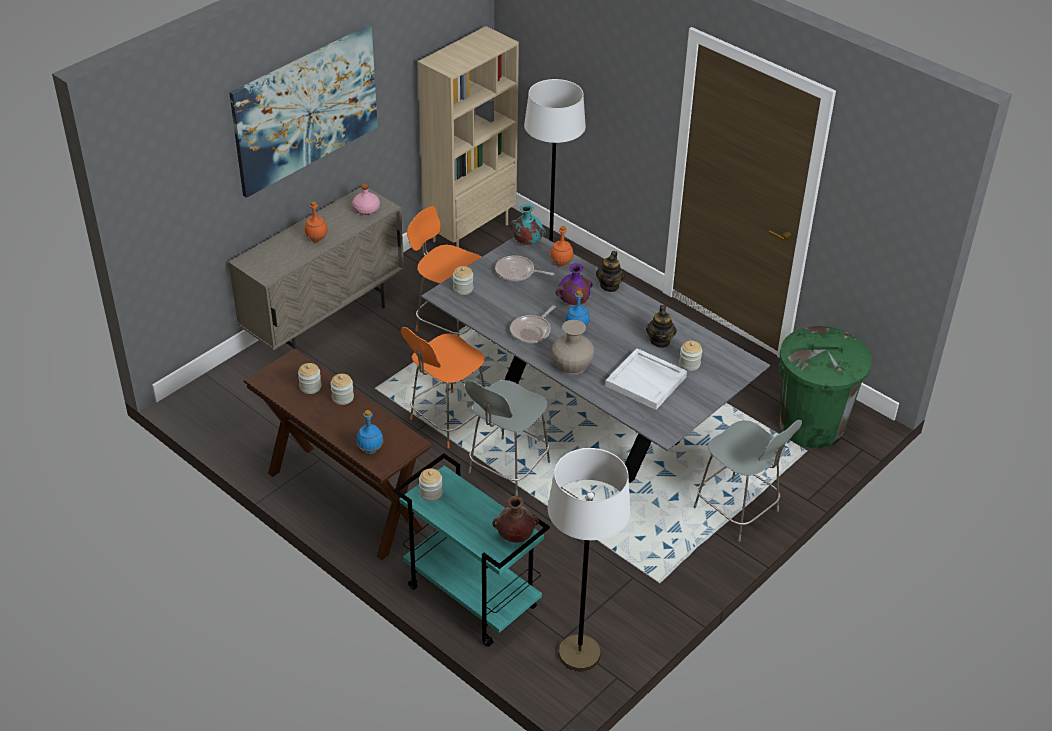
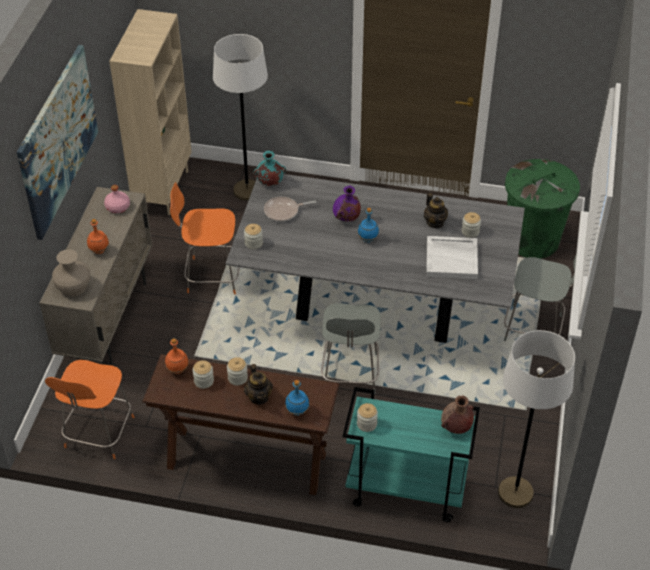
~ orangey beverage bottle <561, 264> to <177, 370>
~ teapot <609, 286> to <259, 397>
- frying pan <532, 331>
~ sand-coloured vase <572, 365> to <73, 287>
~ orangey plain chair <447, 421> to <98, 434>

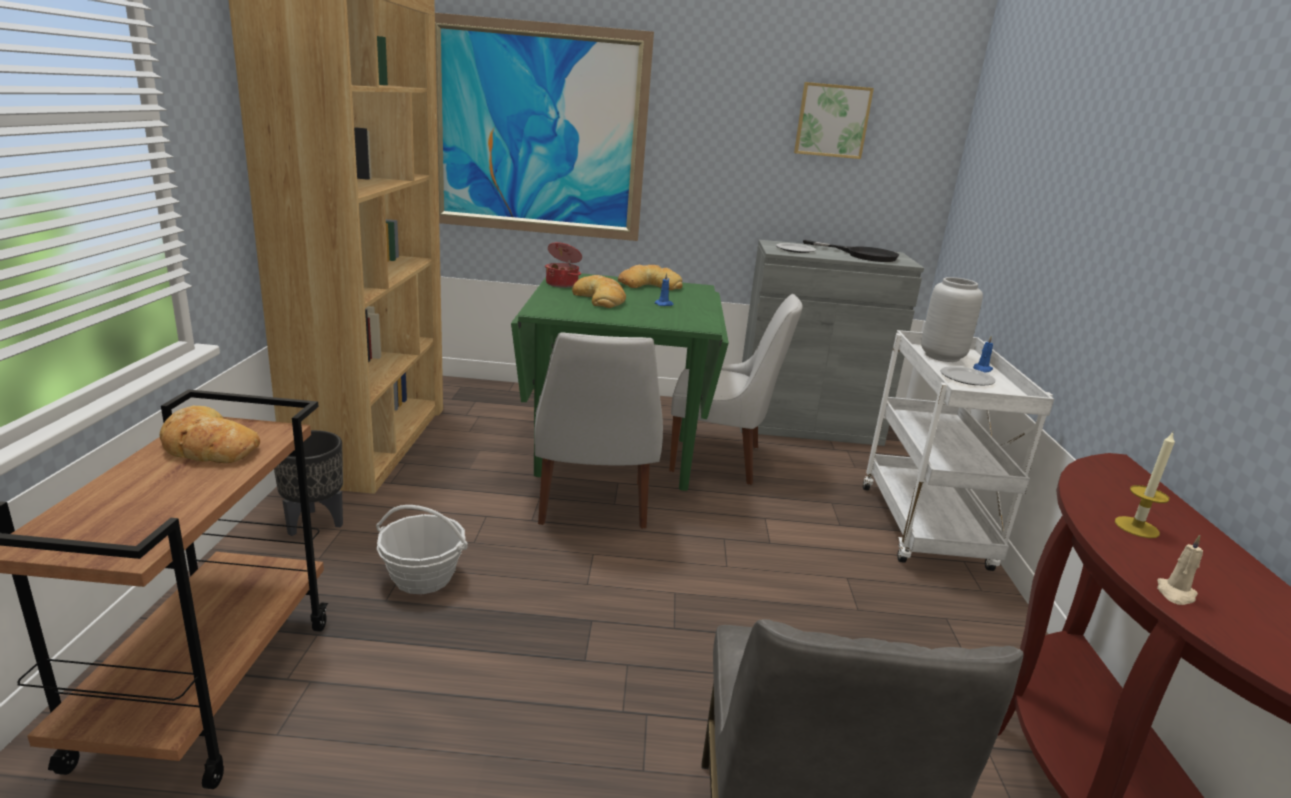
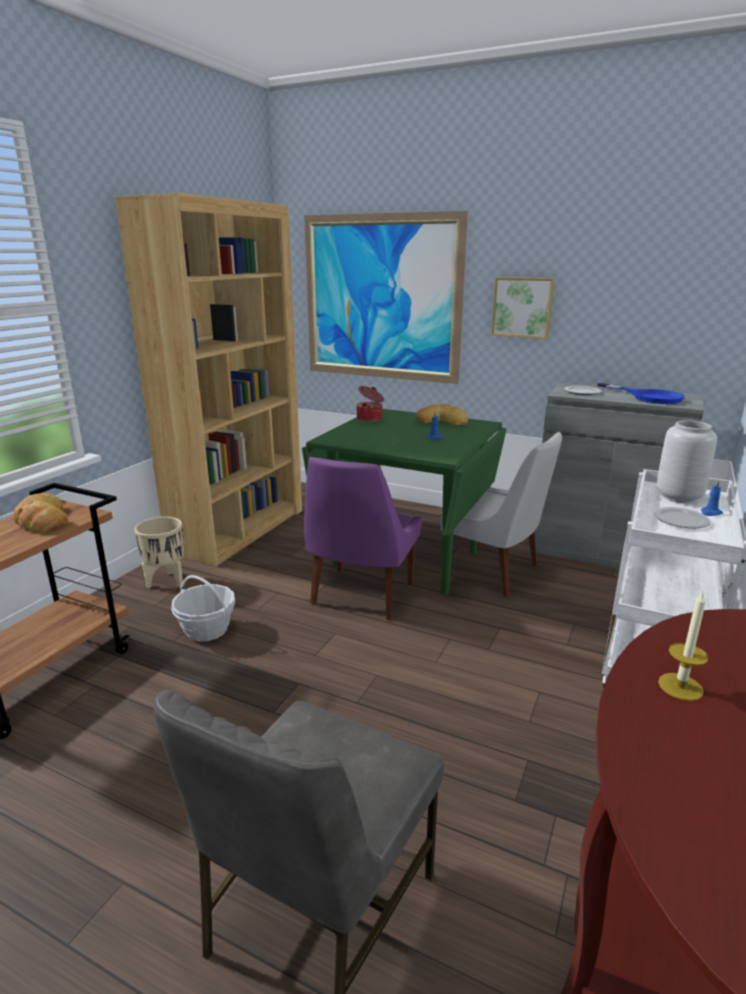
~ picture <832, 120> to <522, 307>
~ black-coloured frying pan <862, 255> to blue frying pan <649, 397>
- bread <600, 299>
~ whitish plain chair <592, 505> to purple-coloured plain chair <361, 596>
~ black-coloured flower pot <314, 523> to sand-coloured flower pot <166, 581>
- sand-coloured wax candle <1175, 594>

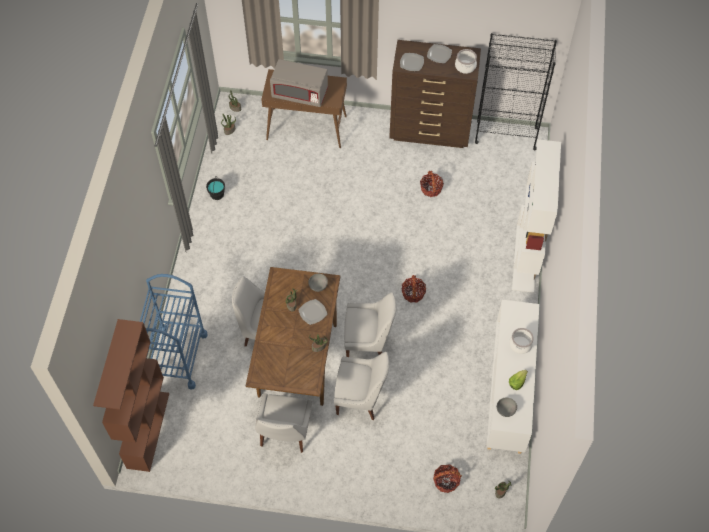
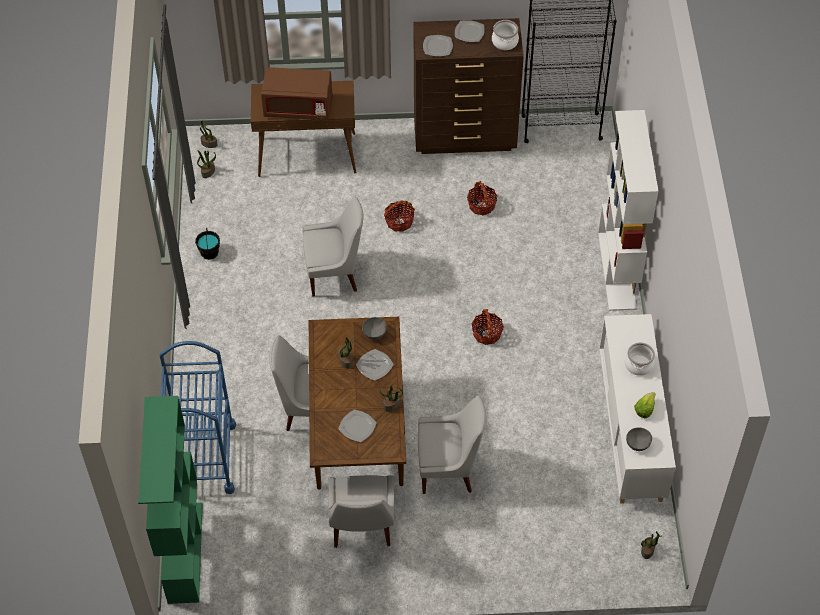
~ gray microwave <300, 93> to brown microwave <298, 108>
~ whitish plain chair <368, 343> to <335, 274>
~ brown bookcase <147, 429> to green bookcase <184, 552>
~ basket <446, 481> to <399, 222>
+ flat dish <357, 426>

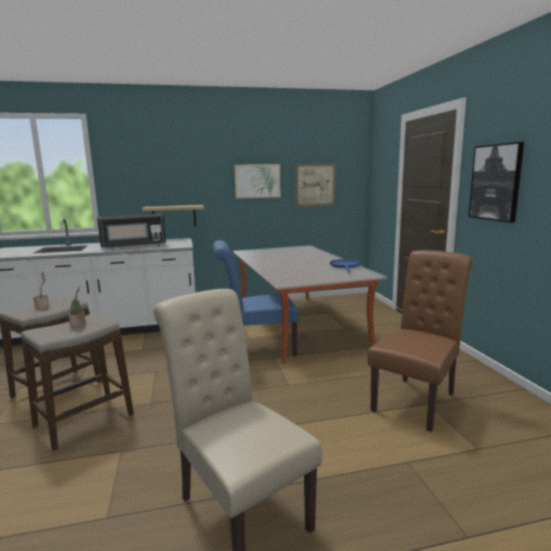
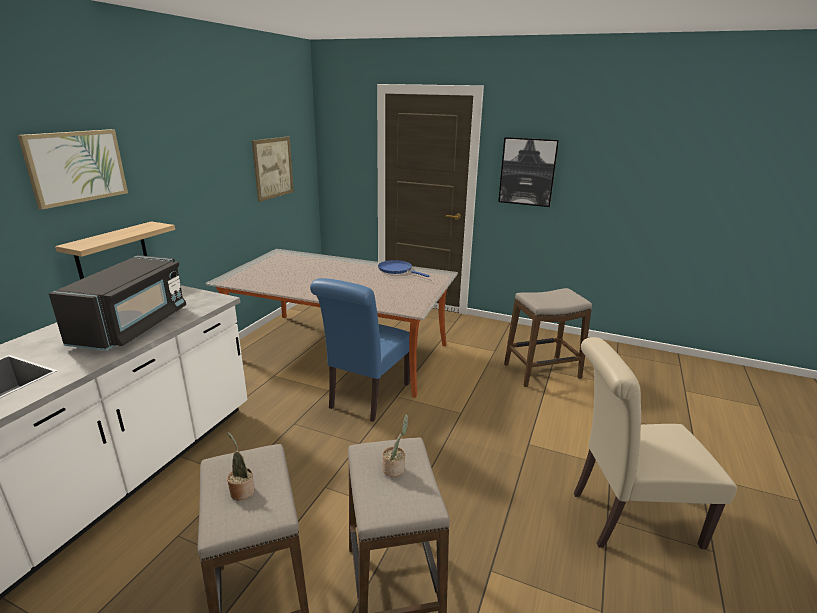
~ picture <257, 181> to <76, 167>
~ brown plain chair <417, 399> to stool seat <541, 371>

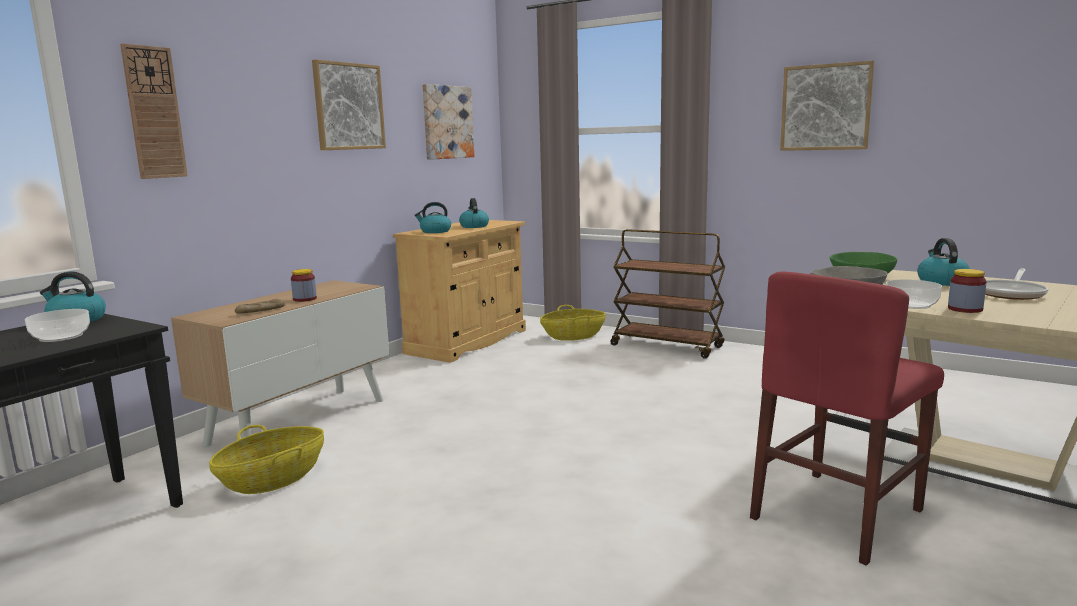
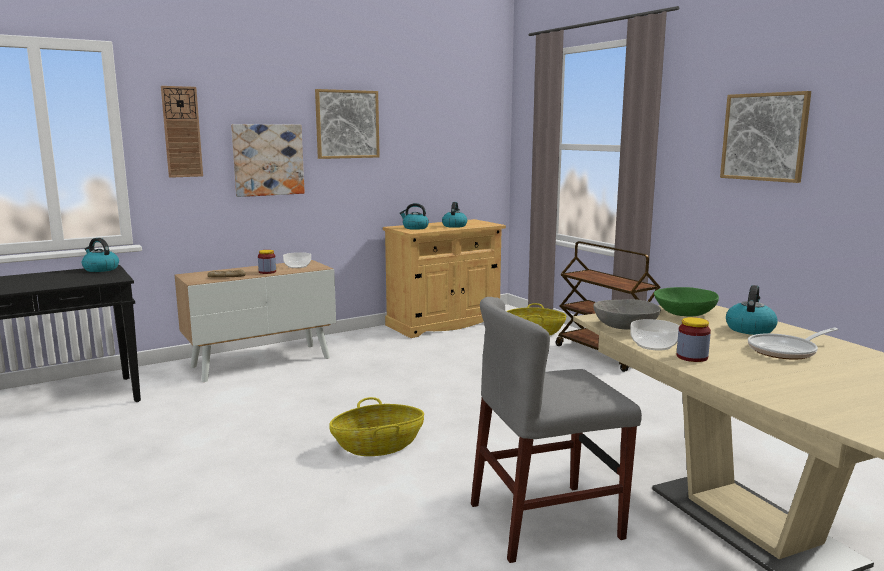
~ picture <447, 122> to <268, 160>
~ red plain chair <837, 514> to gray plain chair <545, 521>
~ deep dish <60, 337> to <297, 266>
~ basket <273, 479> to <378, 446>

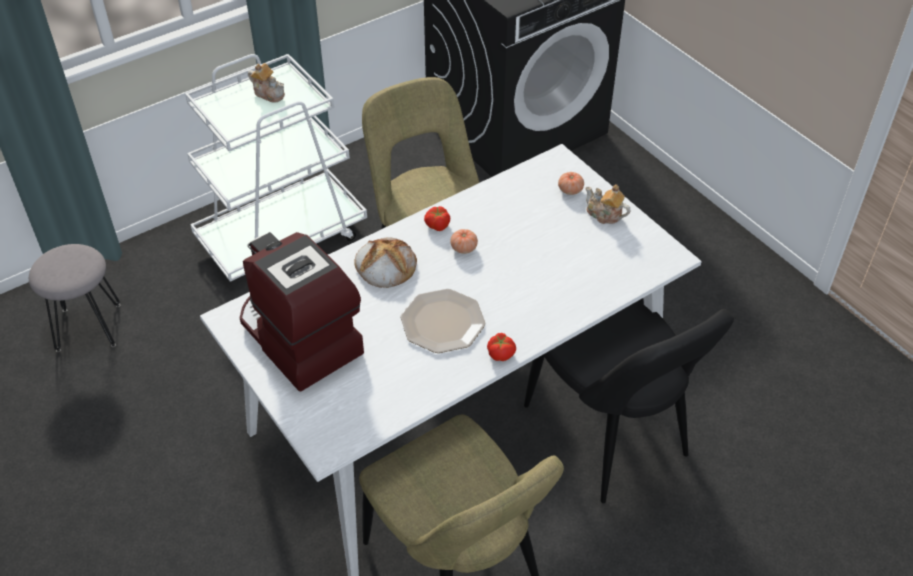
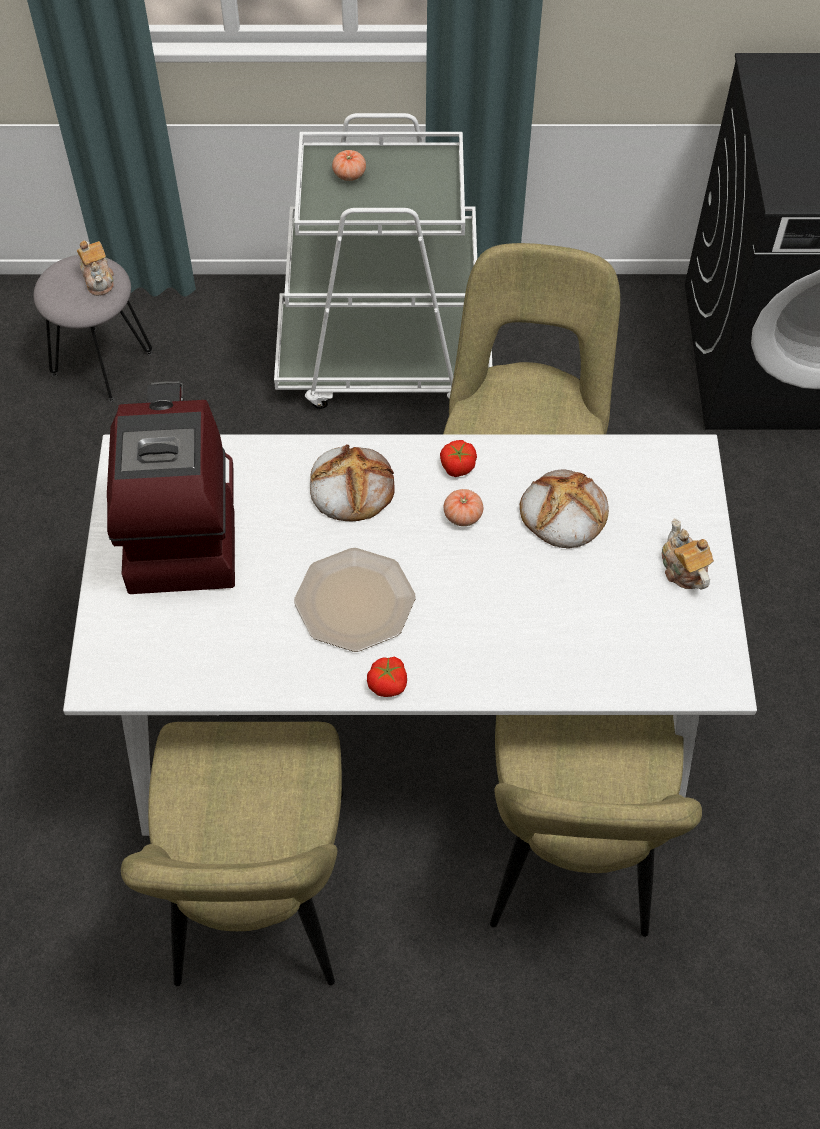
~ teapot <269, 93> to <98, 279>
~ fresh tomato <570, 190> to <349, 174>
~ black-coloured plain chair <610, 436> to sand-coloured plain chair <569, 849>
+ bread <562, 512>

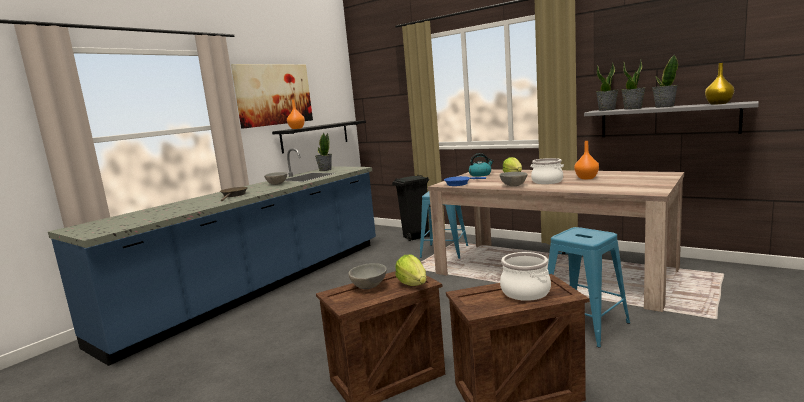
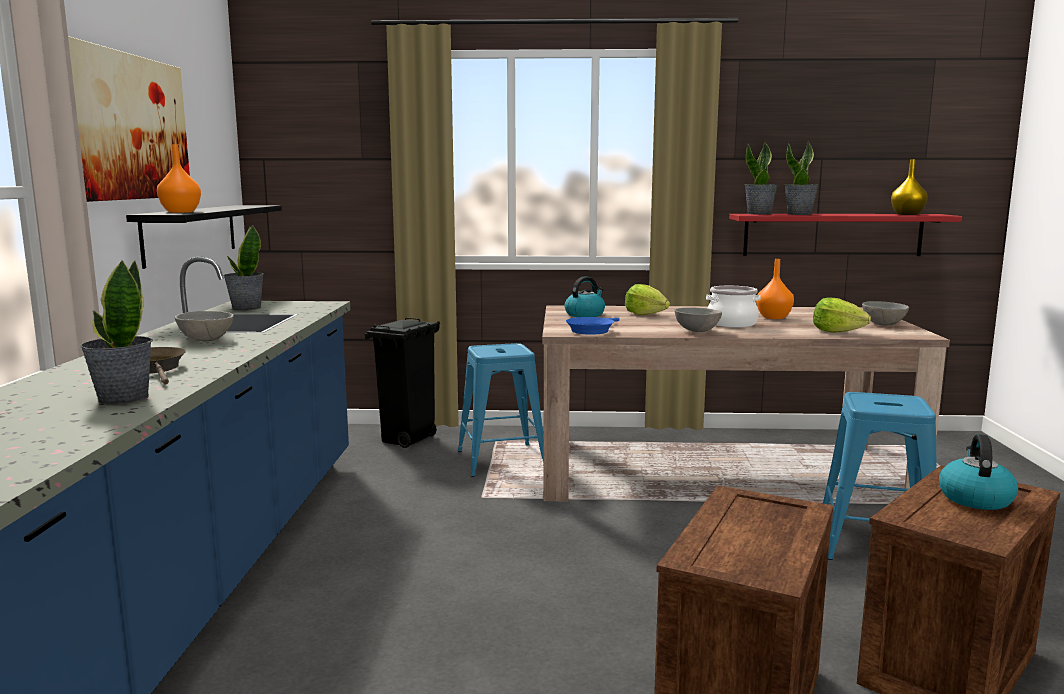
~ plant in a pot <664, 107> to <122, 398>
~ gray wall shelf <667, 121> to red wall shelf <832, 234>
~ cooking pot <525, 292> to water kettle <974, 498>
~ lettuce <413, 284> to <837, 331>
~ gray deep dish <369, 287> to <884, 324>

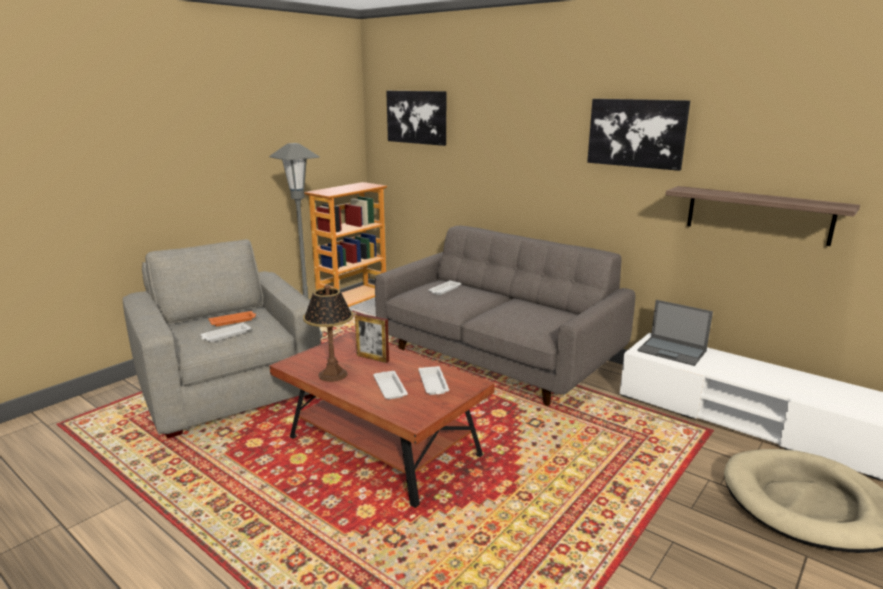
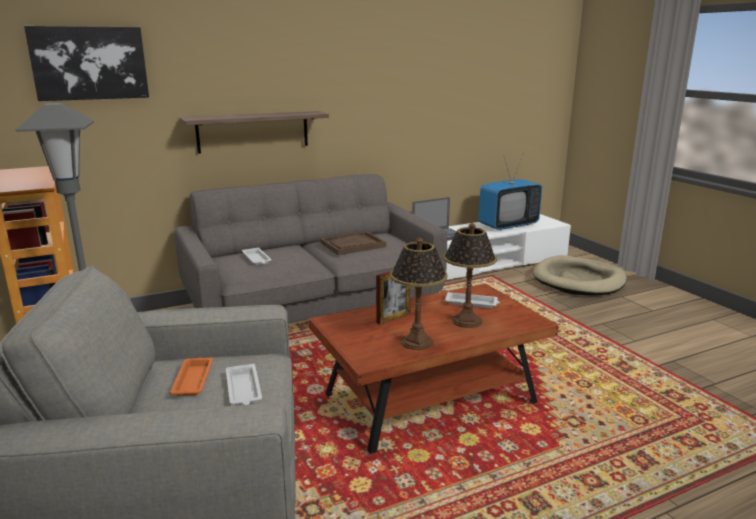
- picture <636, 133>
~ wall shelf <757, 215> to <253, 131>
~ whitish tray <389, 387> to table lamp <466, 321>
+ television <508, 225>
+ brown tray <353, 245>

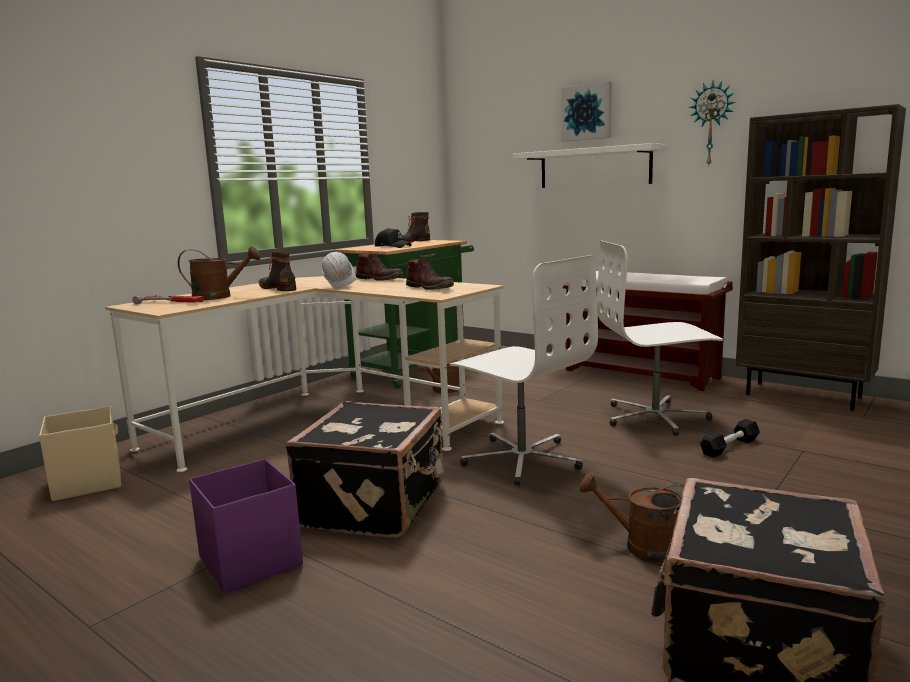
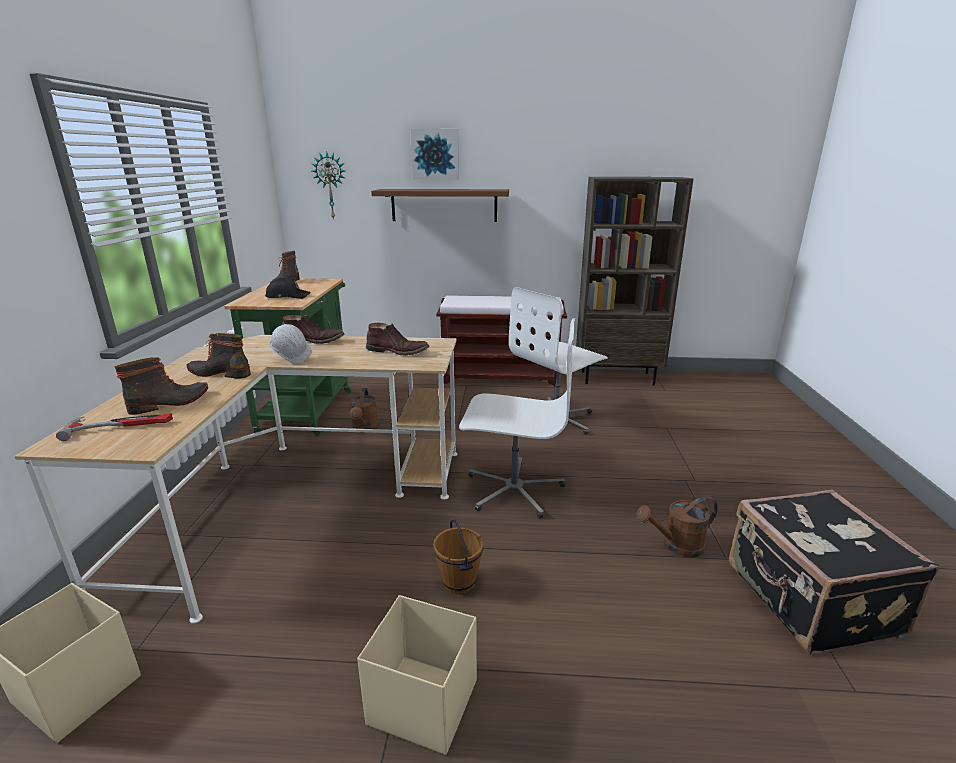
~ clock on the wall <711, 124> to <331, 186>
~ whitish wall shelf <594, 167> to brown wall shelf <444, 205>
~ brown sprinkling can <219, 297> to boot <170, 403>
~ black-coloured travel case <376, 505> to brown bucket <458, 582>
- black-coloured hand weight <729, 447>
~ purple-coloured storage box <250, 560> to sand-coloured storage box <422, 701>

